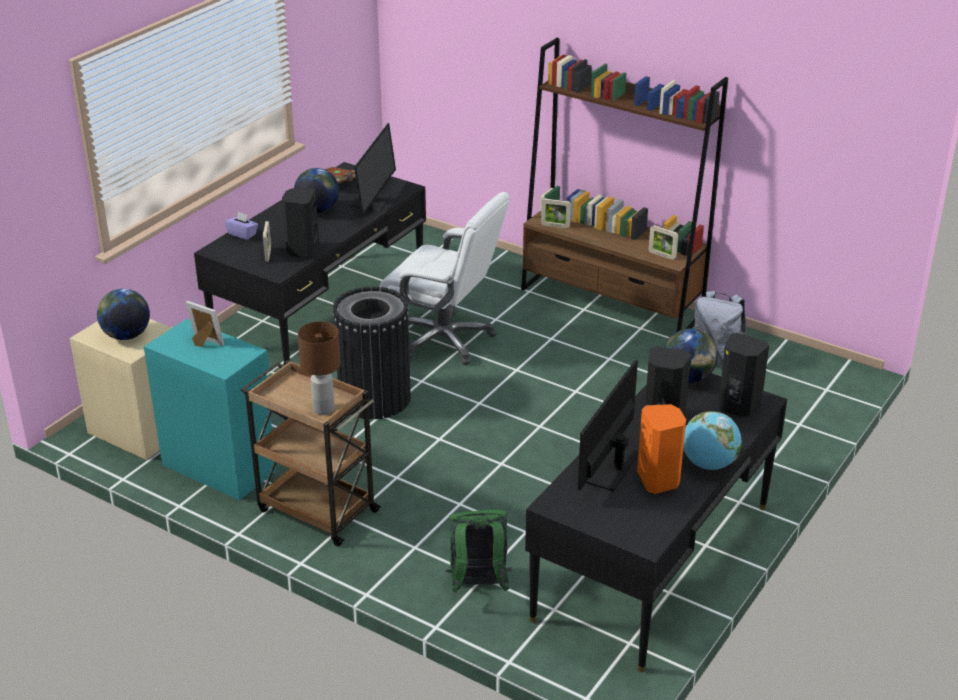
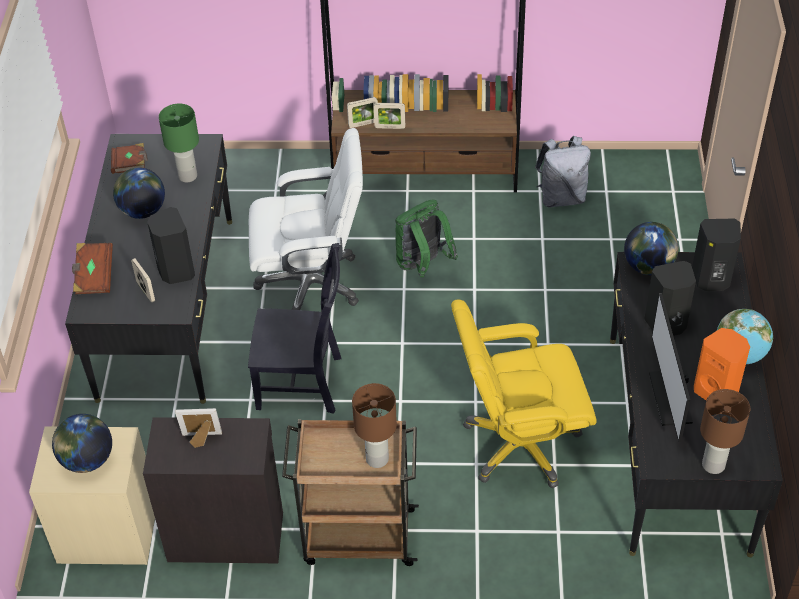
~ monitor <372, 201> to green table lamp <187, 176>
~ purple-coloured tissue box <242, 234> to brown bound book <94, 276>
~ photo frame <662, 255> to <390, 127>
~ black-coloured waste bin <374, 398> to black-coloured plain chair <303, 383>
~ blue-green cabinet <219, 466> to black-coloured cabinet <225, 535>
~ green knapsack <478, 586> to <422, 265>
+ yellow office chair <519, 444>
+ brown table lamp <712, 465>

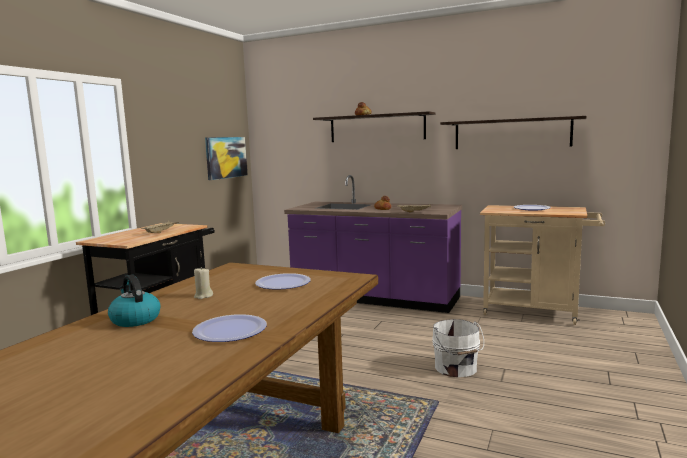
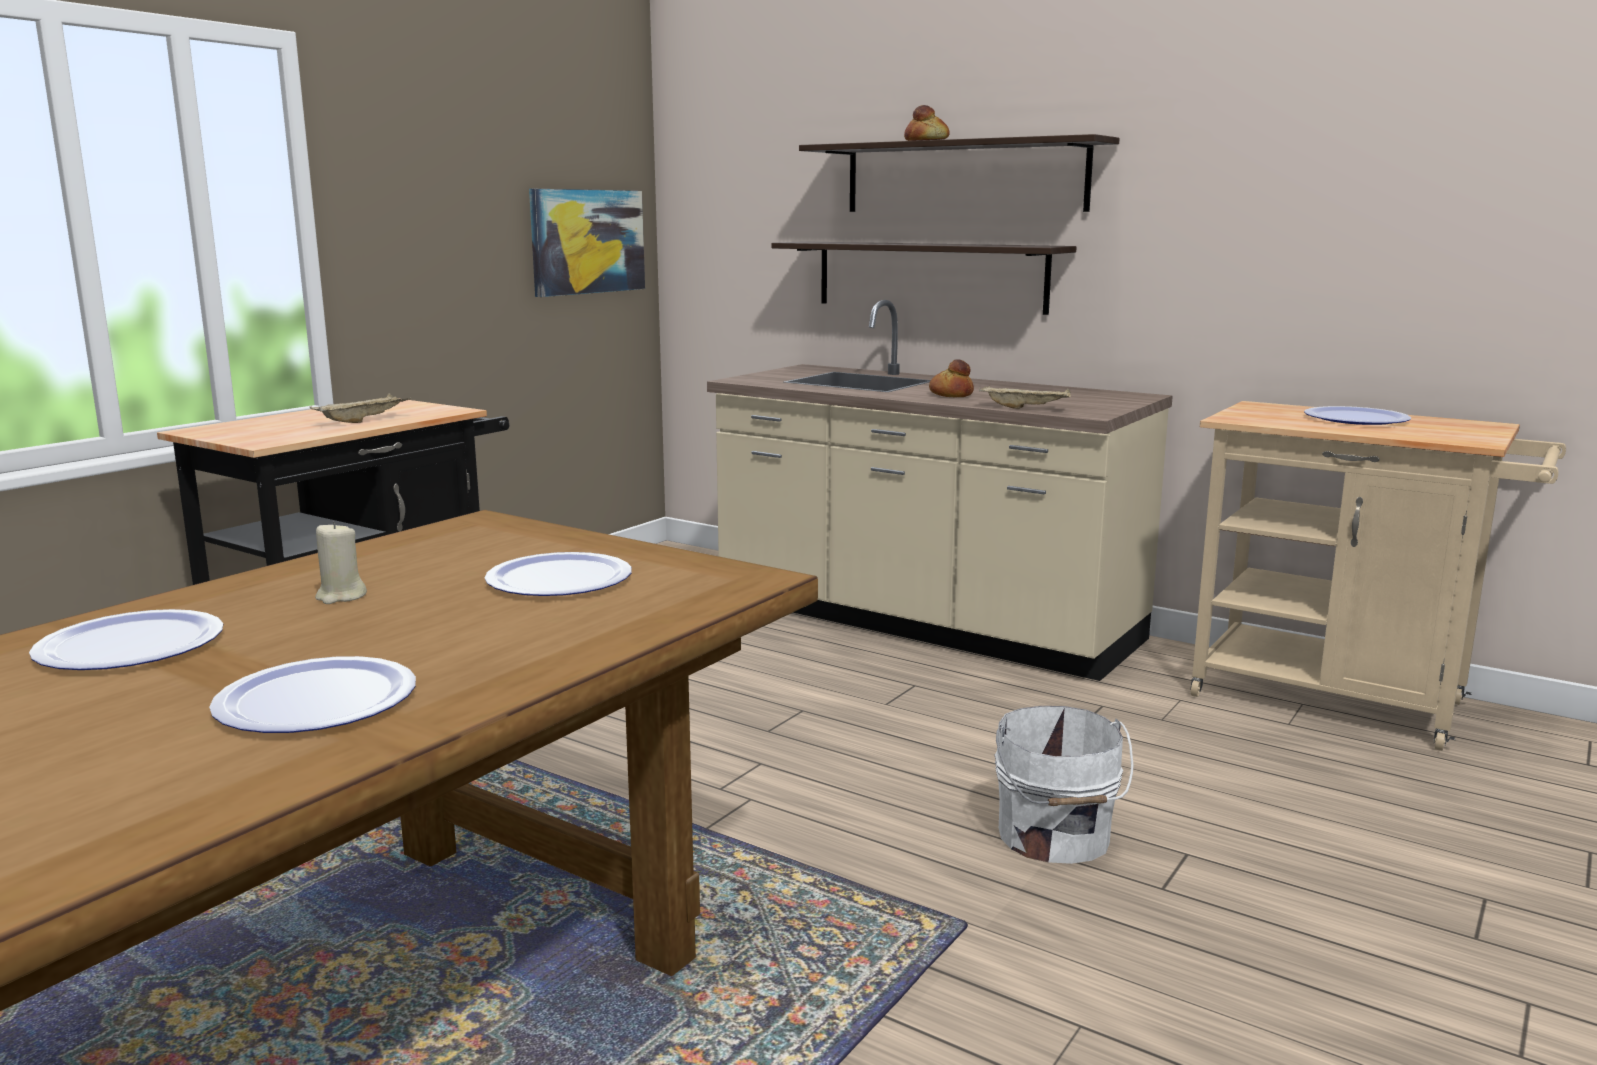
~ wall shelf <511, 133> to <930, 276>
~ purple-coloured kitchen base unit <374, 298> to sand-coloured kitchen base unit <923, 622>
~ water kettle <135, 320> to flat dish <130, 645>

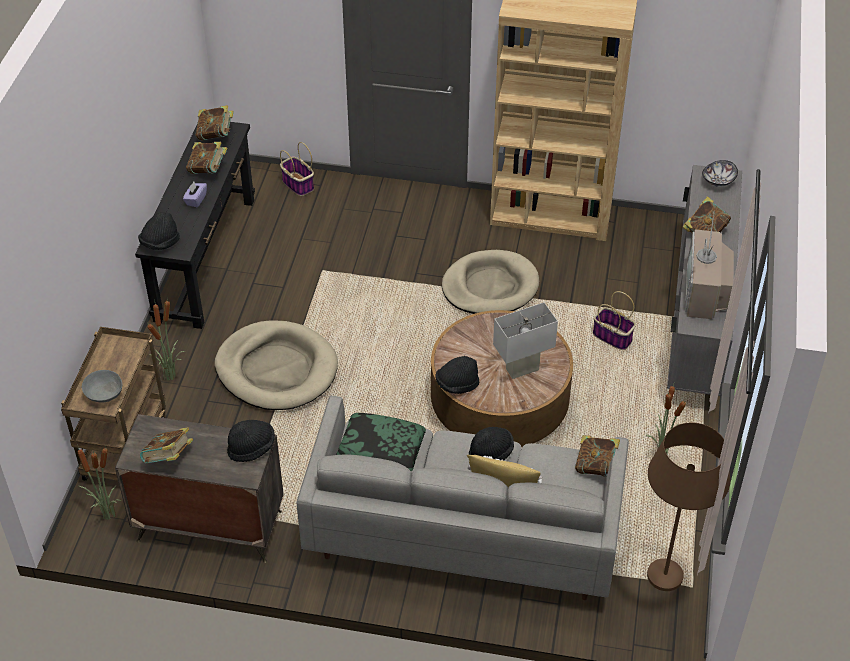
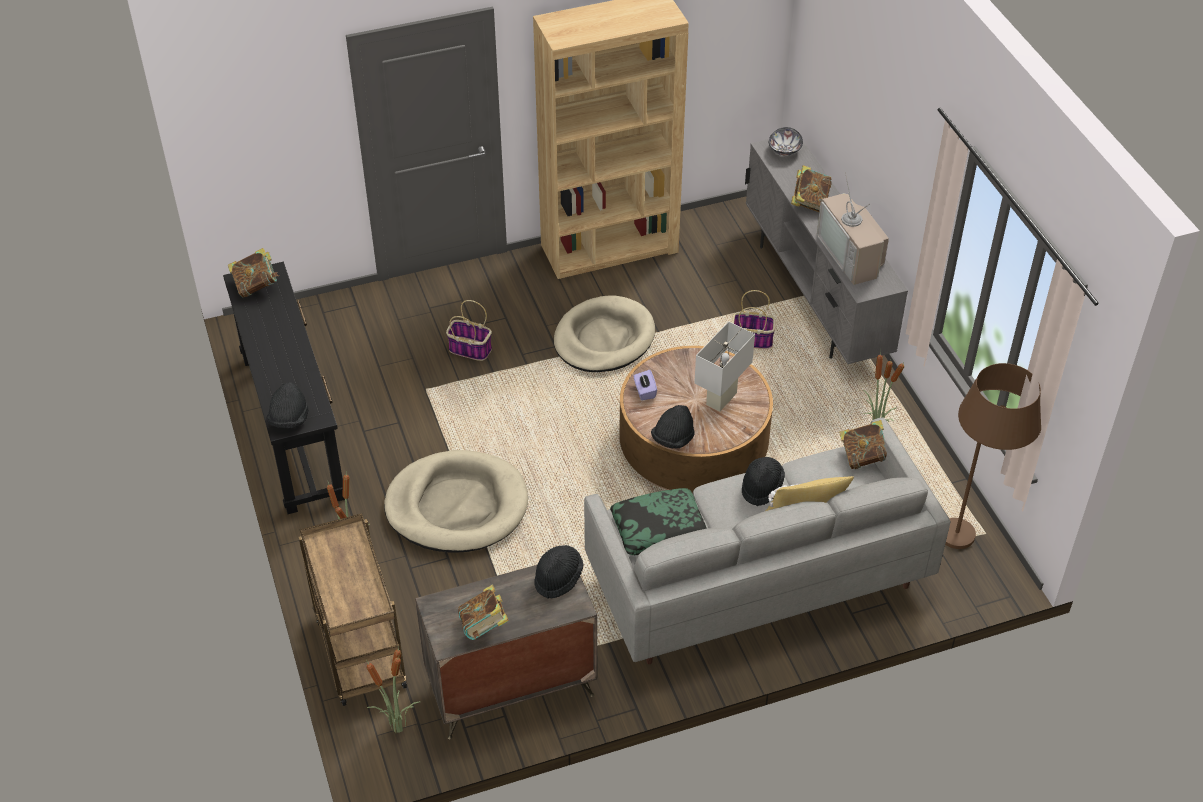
- bound book <208, 170>
~ basket <297, 184> to <469, 349>
~ purple-coloured tissue box <196, 200> to <644, 391>
- gray deep dish <103, 394>

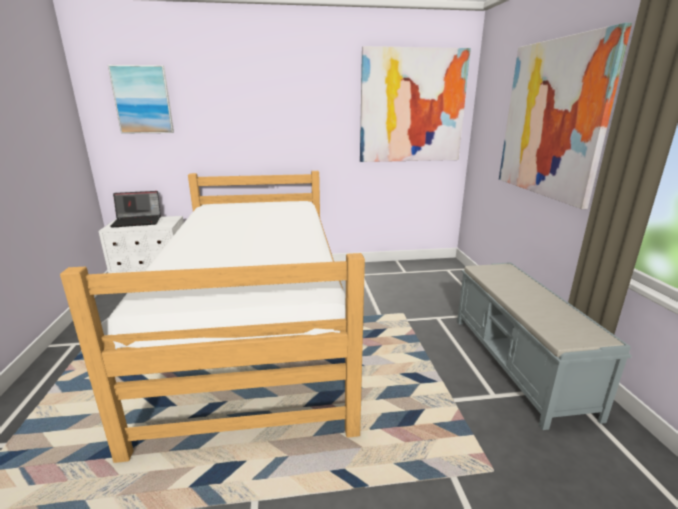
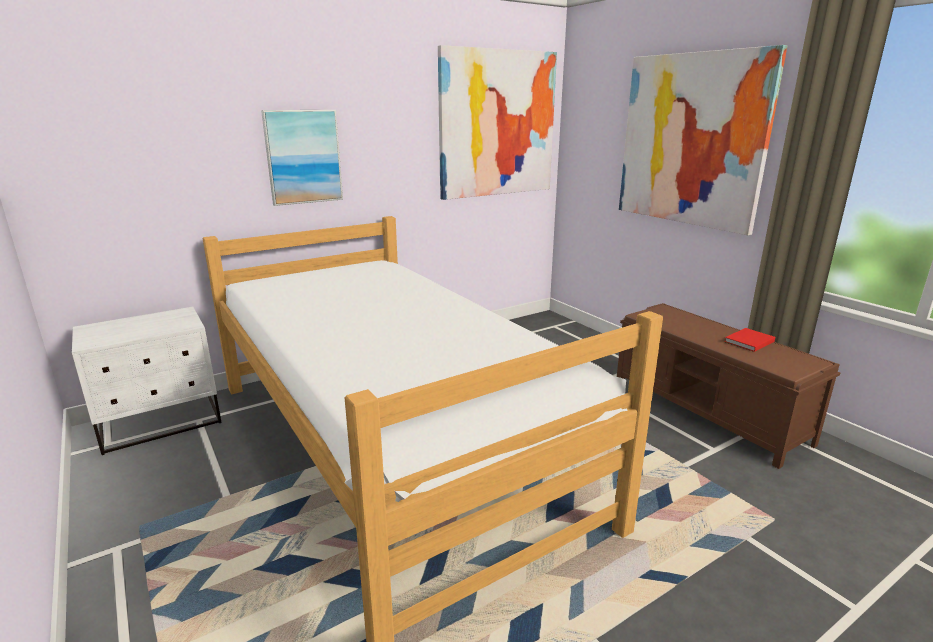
~ picture <142, 100> to <303, 157>
- notebook computer <138, 221>
~ gray long seat <518, 364> to brown long seat <707, 412>
+ red bound book <748, 341>

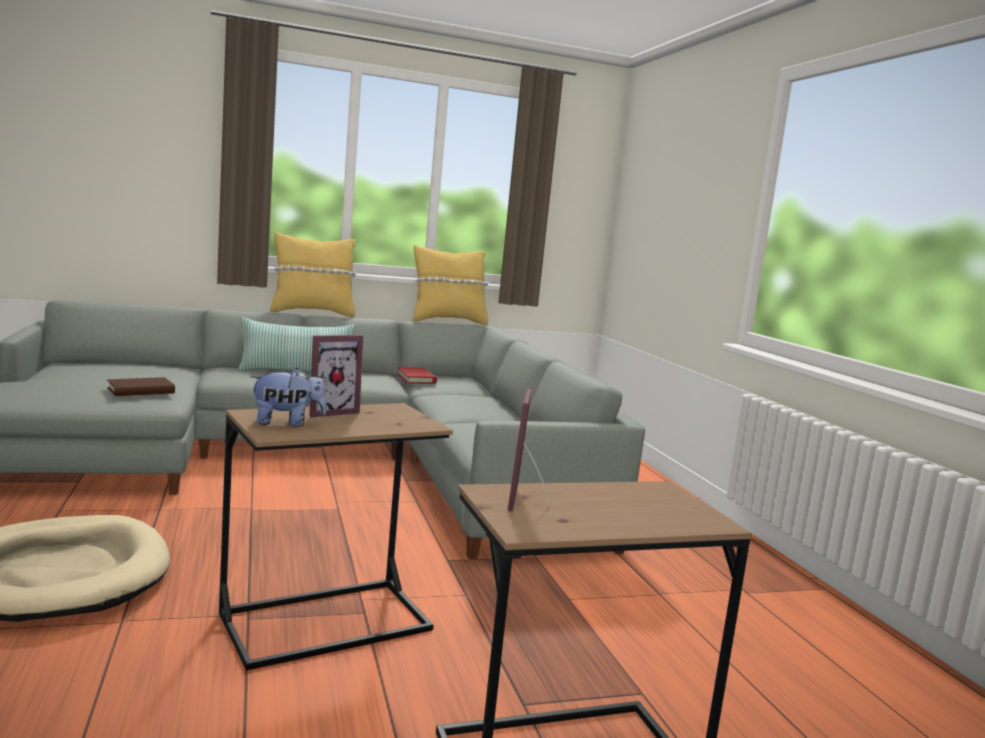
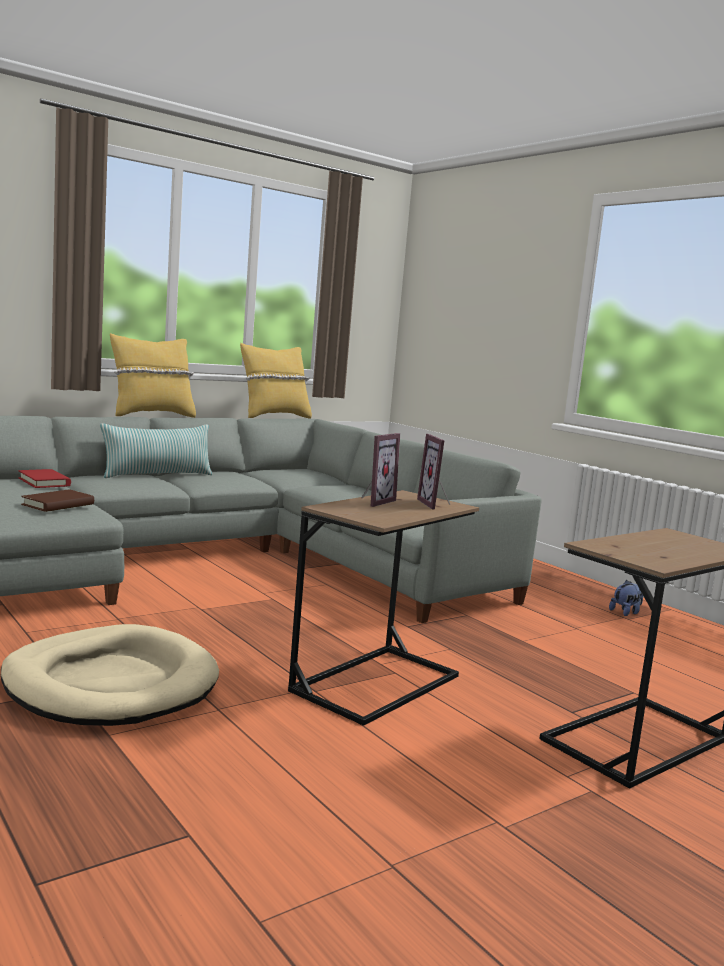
~ red bound book <416, 378> to <44, 482>
~ cuddly toy <287, 423> to <626, 612>
~ photo frame <530, 500> to <436, 504>

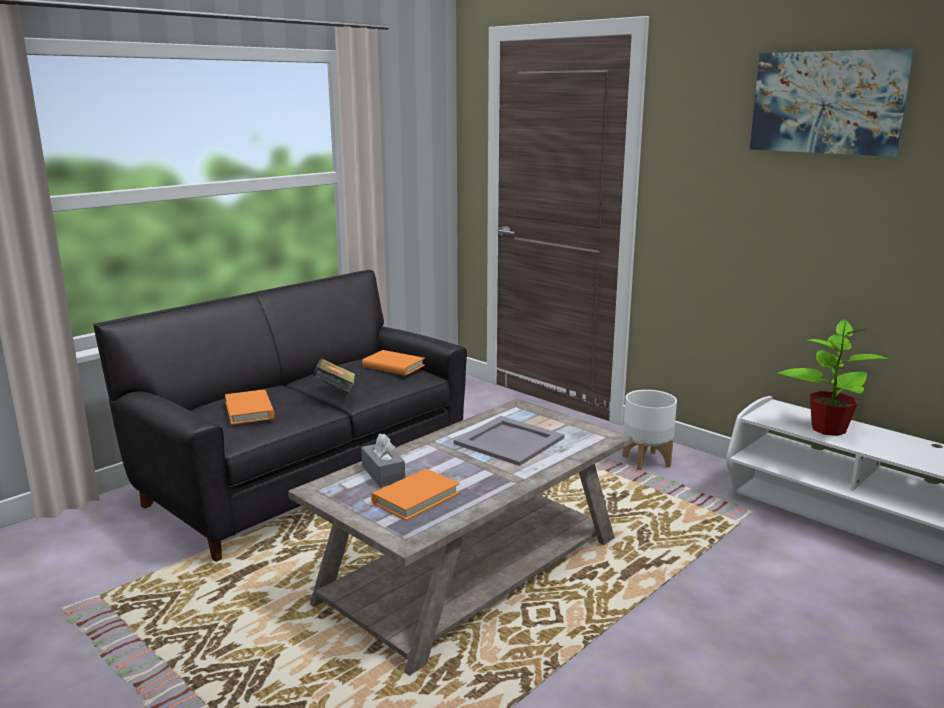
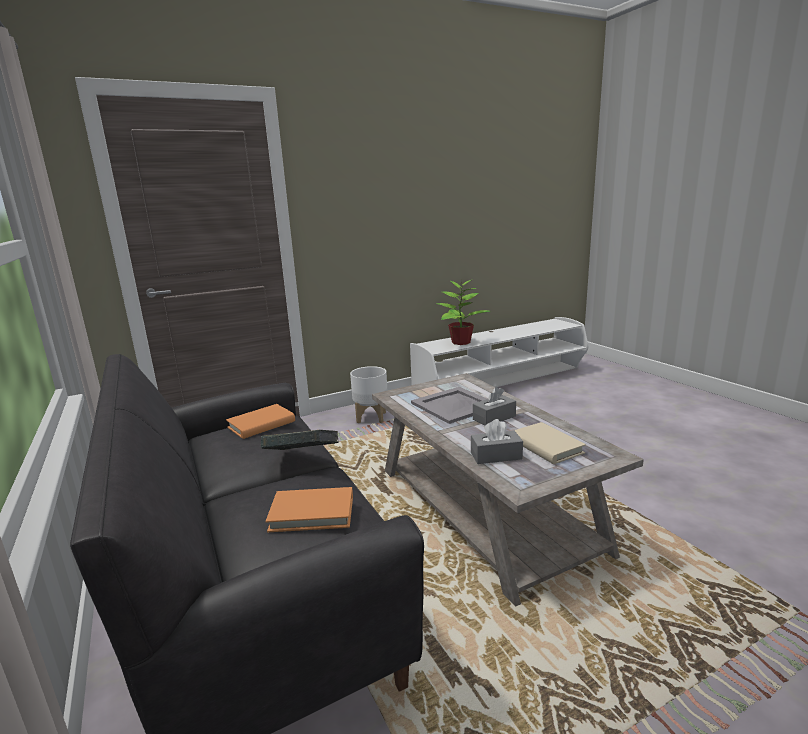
- picture <827, 102>
~ orangey bound book <415, 498> to sand-coloured bound book <546, 446>
+ gray tissue box <494, 418>

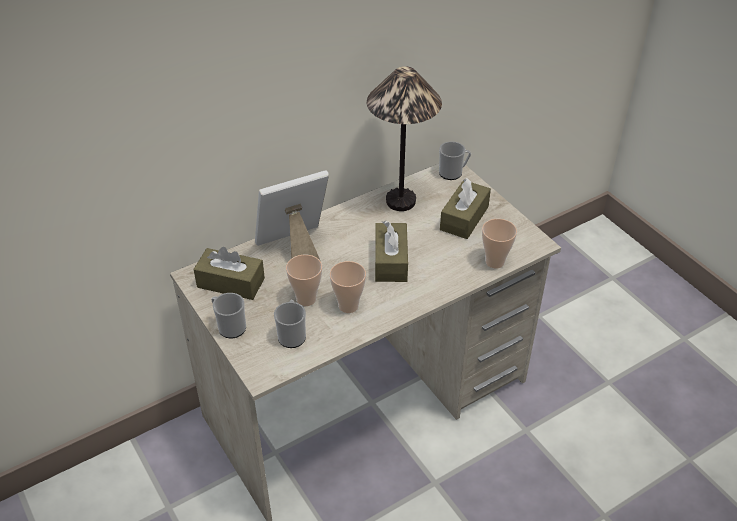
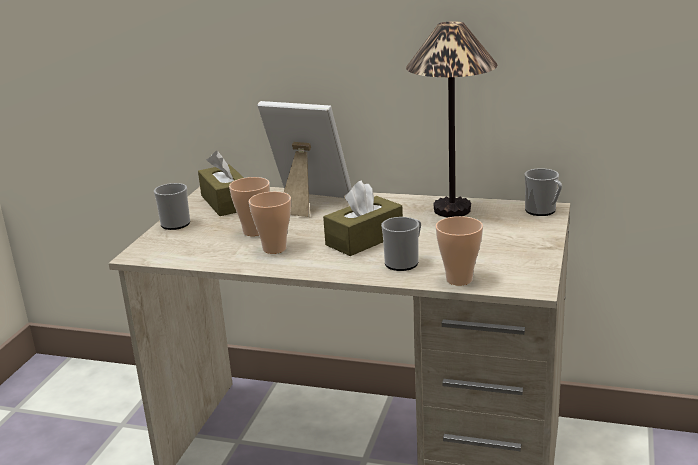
- brown tissue box <464, 218>
~ tea mug <292, 335> to <404, 262>

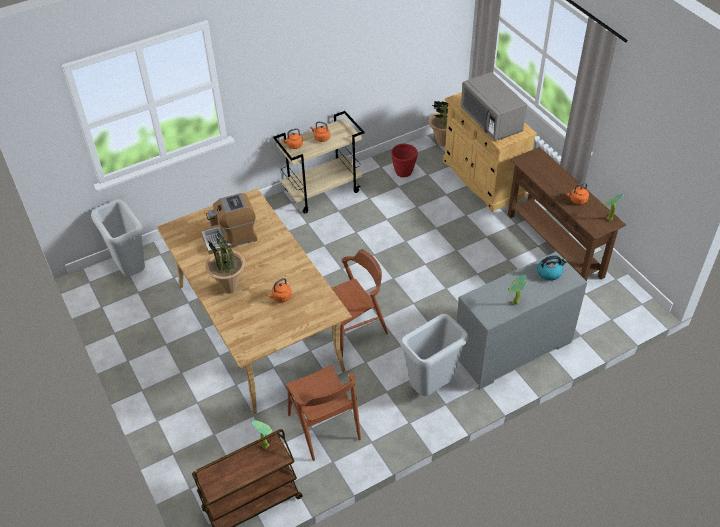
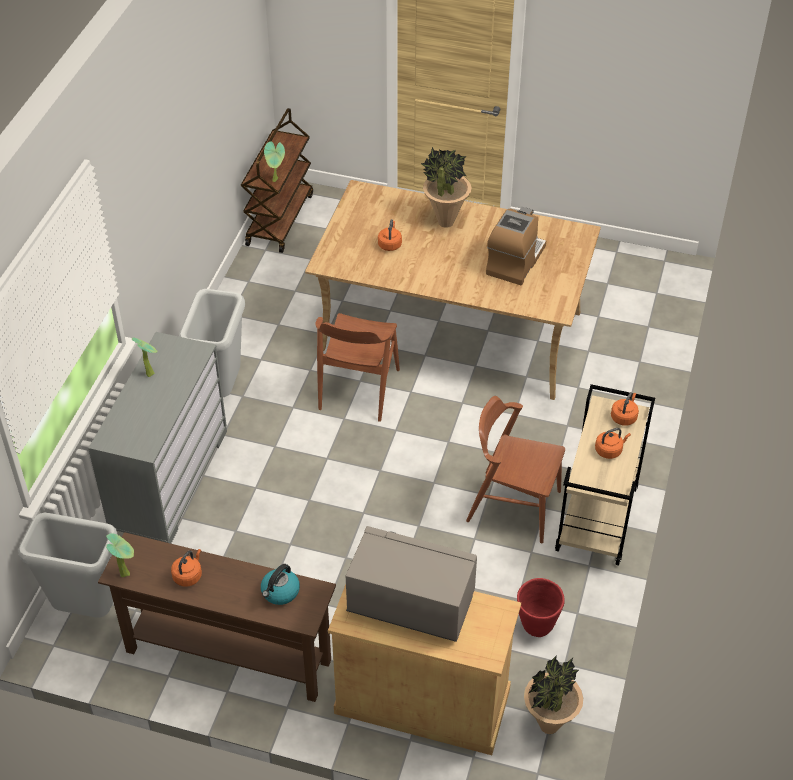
~ gray waste bin <130, 271> to <88, 609>
~ water kettle <549, 272> to <280, 592>
~ brown plain chair <324, 427> to <513, 506>

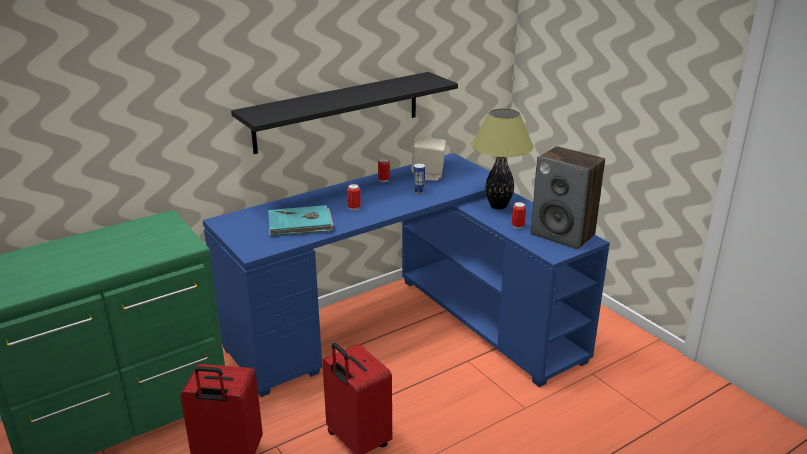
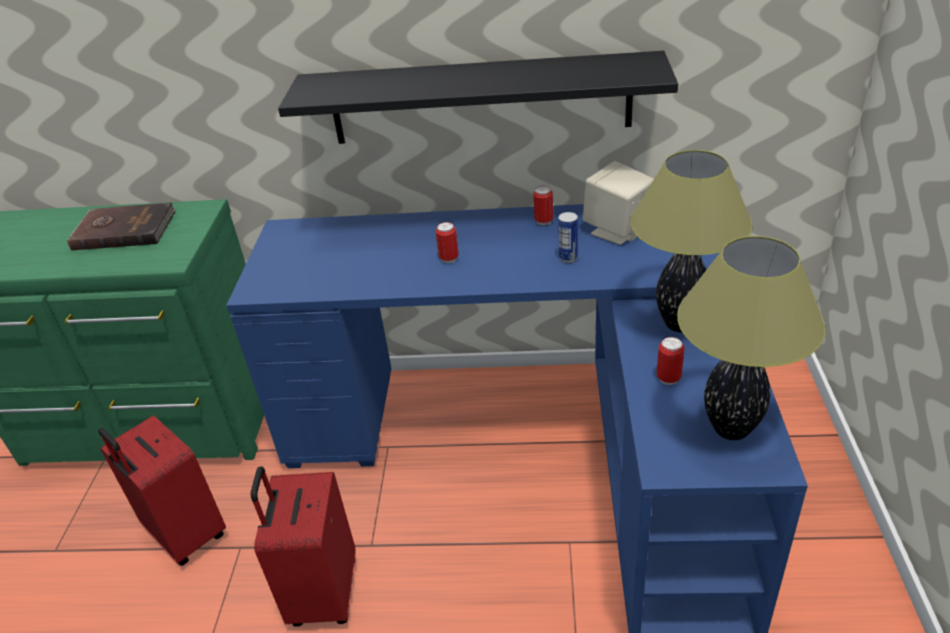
~ speaker <563, 234> to table lamp <732, 429>
- blue-green bound book <300, 224>
+ brown bound book <124, 230>

